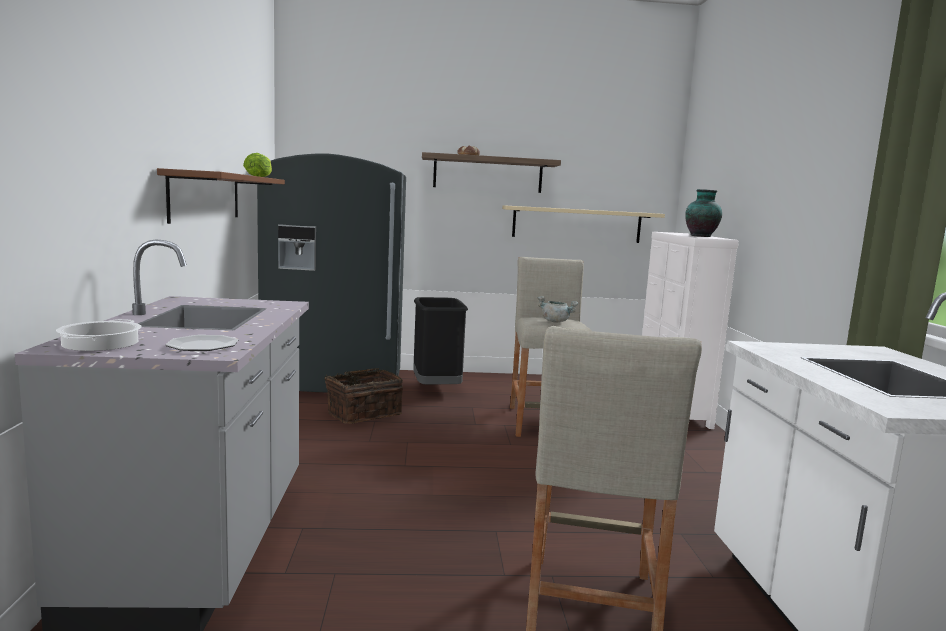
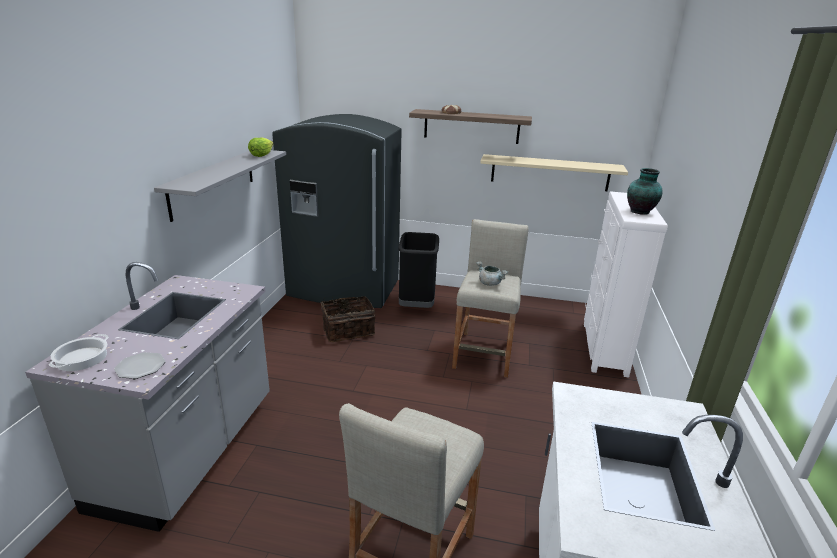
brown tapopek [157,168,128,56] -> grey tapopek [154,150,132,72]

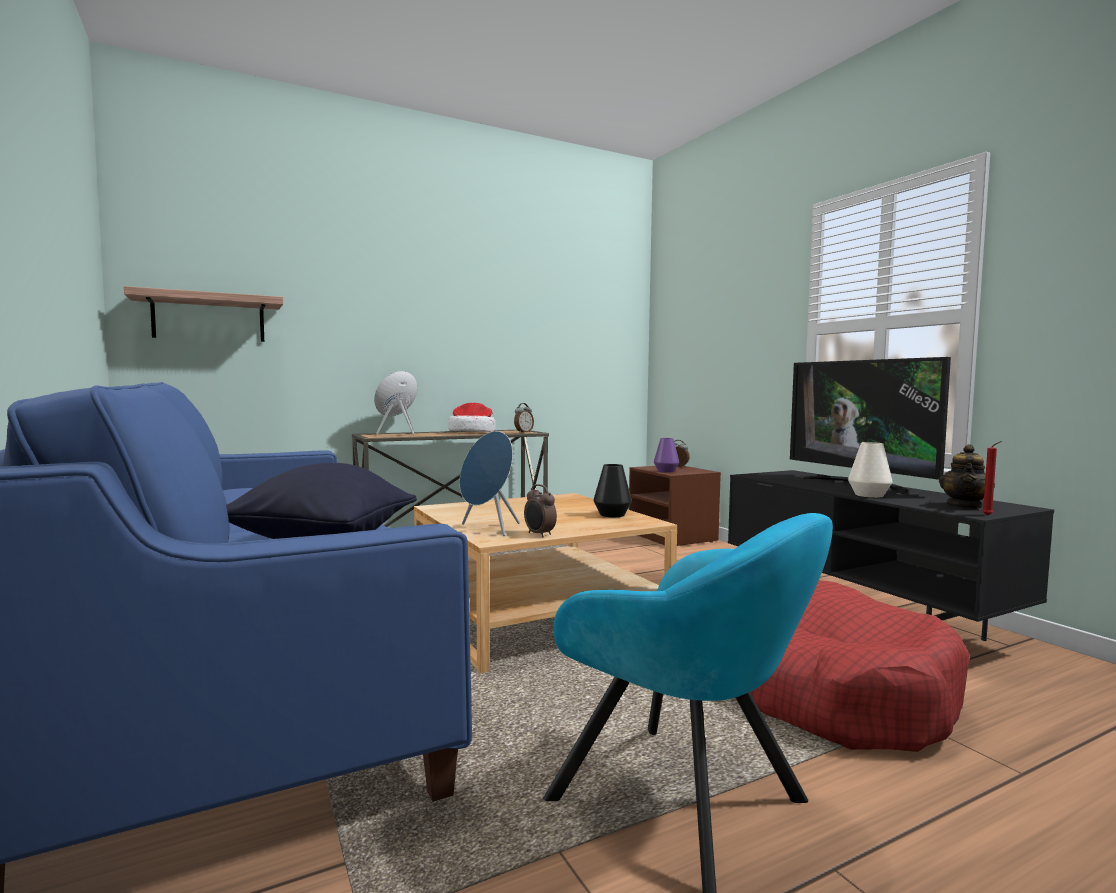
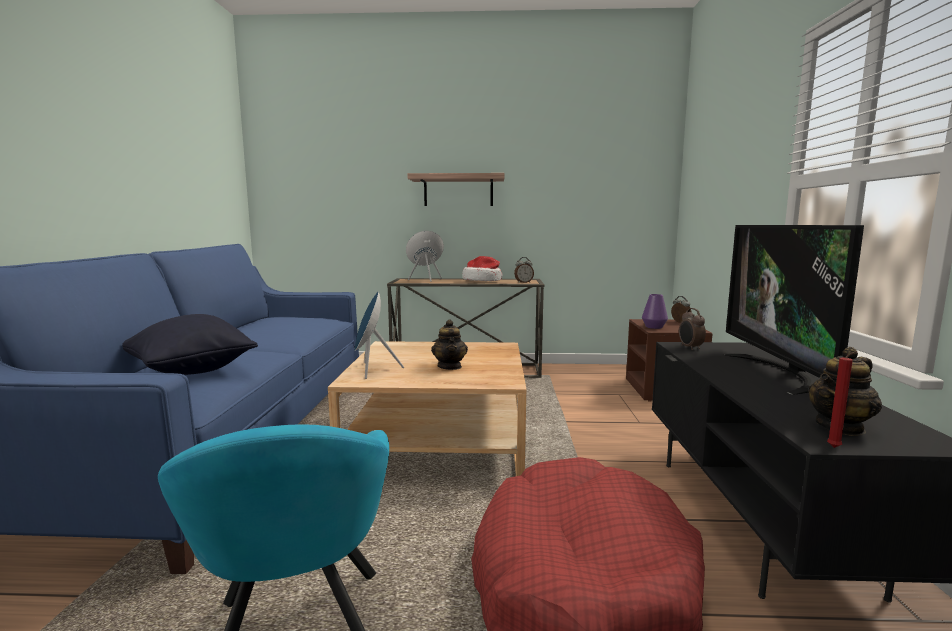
tapopek [124,286,159,56] -> tapopek [407,173,98,33], move
none -> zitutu [431,319,37,51]
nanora [524,484,33,53] -> nanora [679,308,27,42], move
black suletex [593,464,39,53] -> none
white suletex [848,442,45,56] -> none

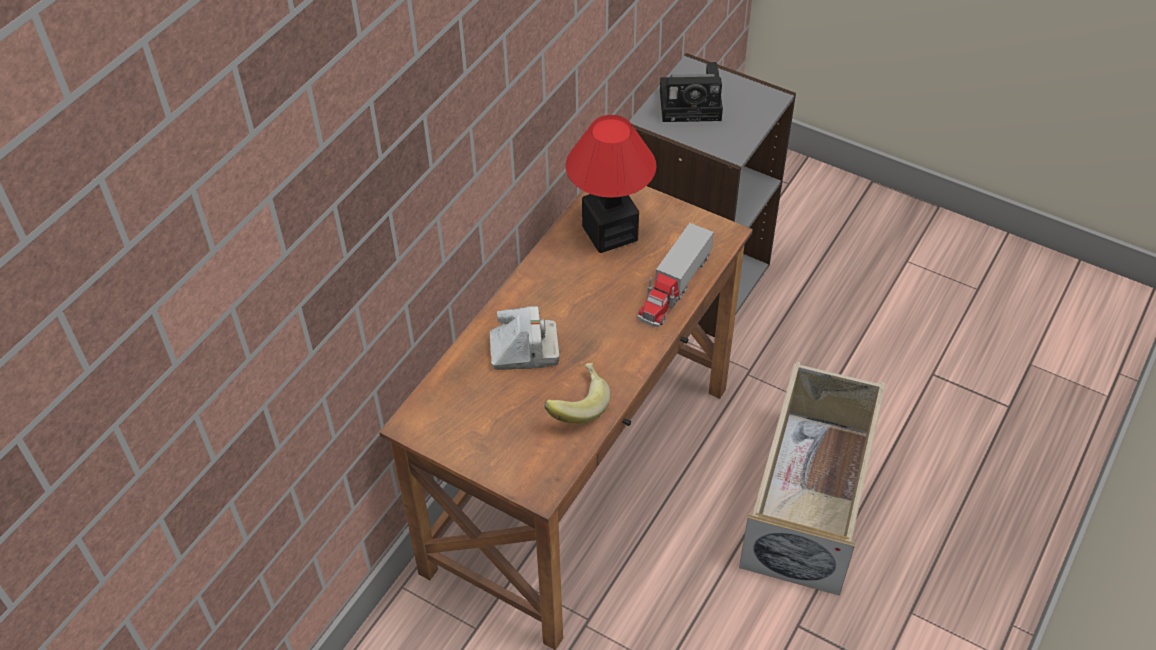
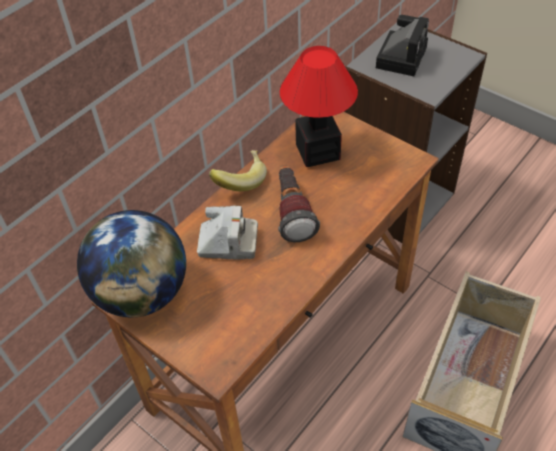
none -> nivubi [77,210,109,107]
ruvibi [544,363,67,61] -> ruvibi [209,150,58,41], move
none -> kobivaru [278,165,42,77]
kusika [660,62,63,60] -> kusika [376,15,53,61], 75 degrees counterclockwise
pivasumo [638,223,76,104] -> none

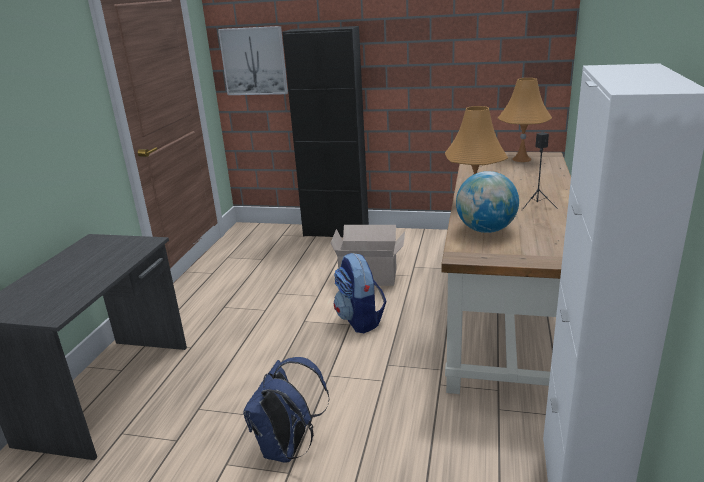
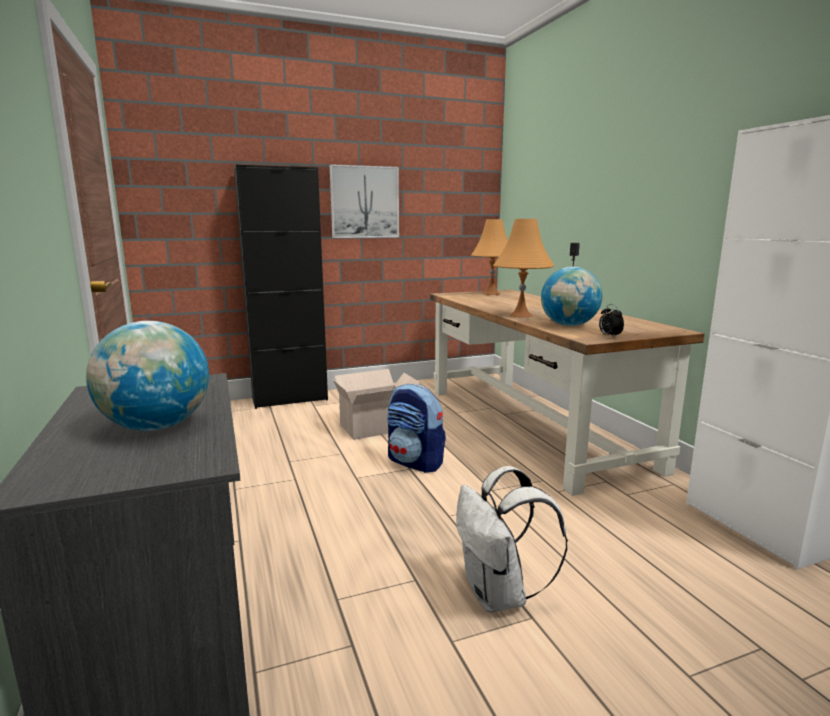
none -> nivubi [86,321,123,110]
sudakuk [218,26,70,69] -> sudakuk [330,164,69,74], move
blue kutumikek [243,357,87,106] -> white kutumikek [456,466,112,147]
none -> nanora [599,304,25,33]

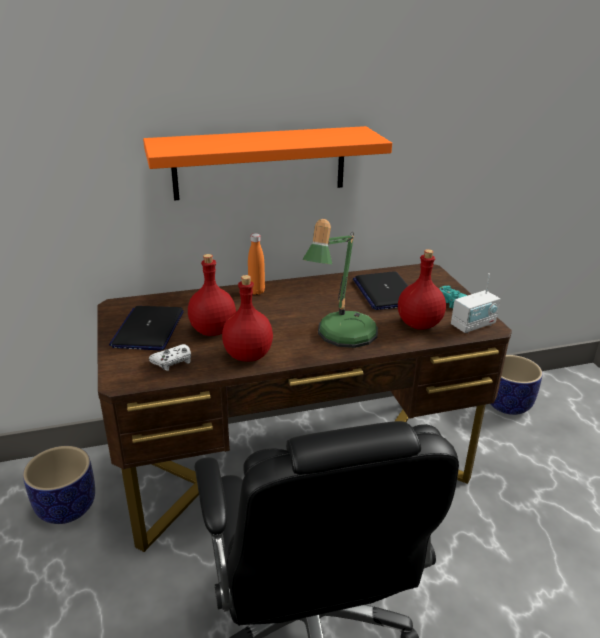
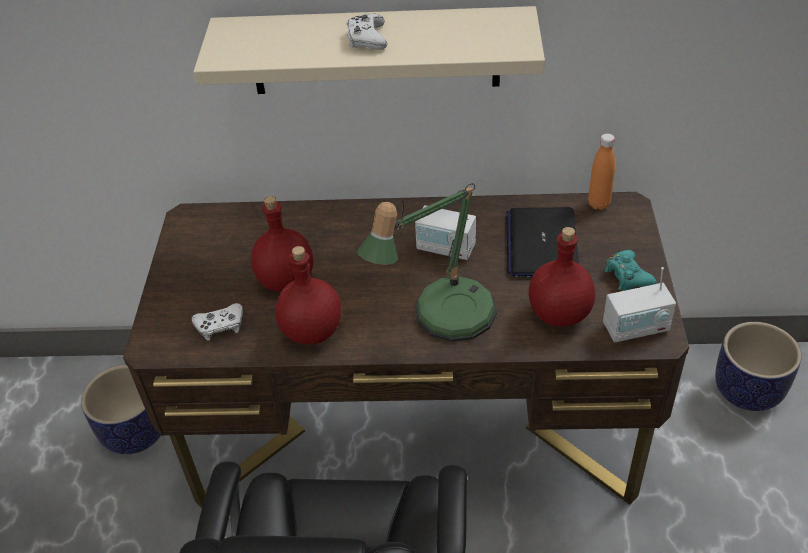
orange tapopek [143,126,249,75] -> beige tapopek [193,6,352,88]
none -> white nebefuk [346,14,41,36]
none -> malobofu [415,199,61,61]
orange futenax [248,233,17,62] -> orange futenax [588,133,27,77], move
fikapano [109,306,75,44] -> none

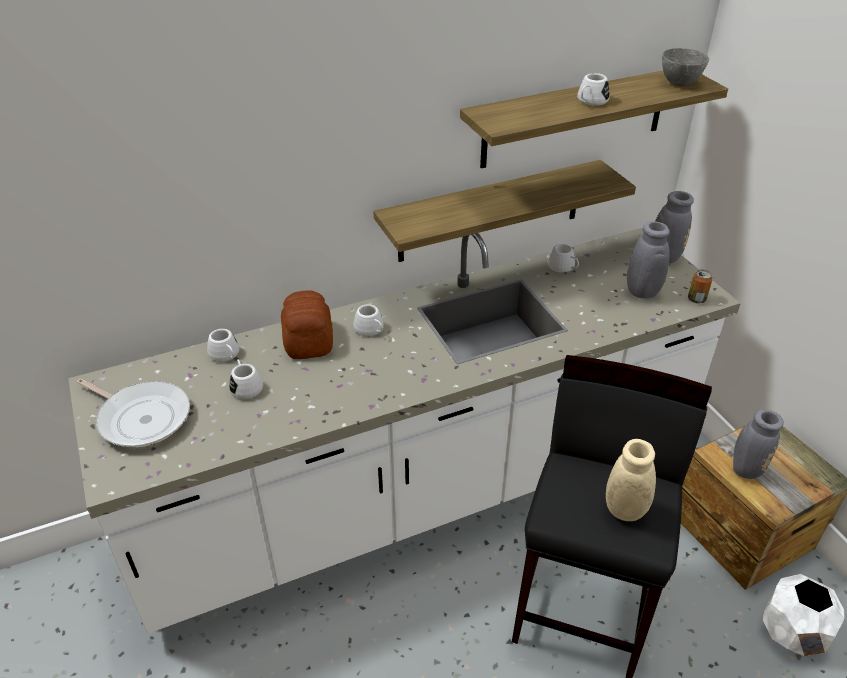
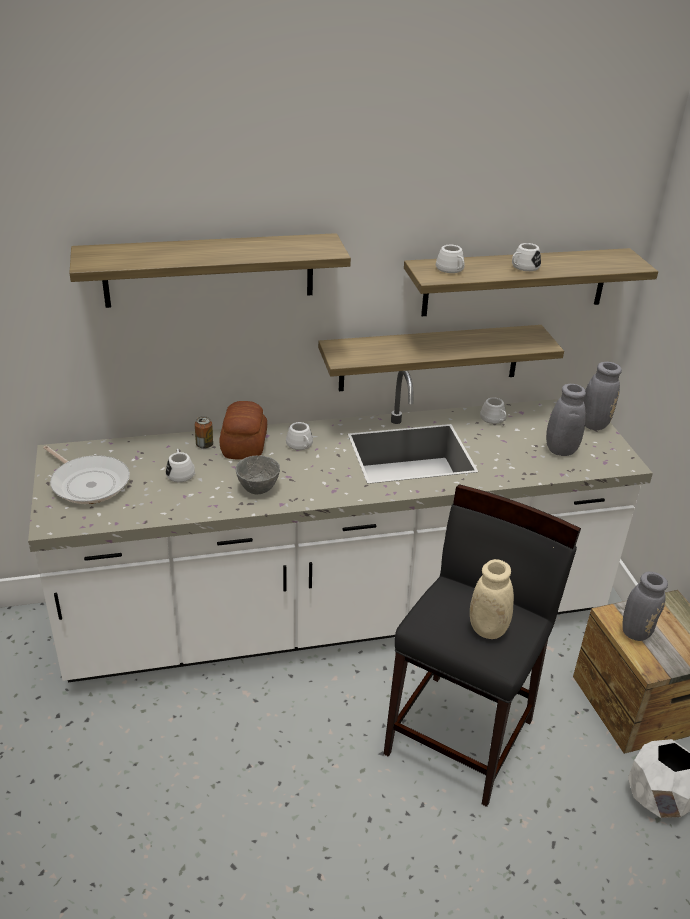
none -> tapopek [69,233,282,75]
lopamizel [688,269,25,35] -> lopamizel [195,416,18,33], move
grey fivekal [662,48,47,38] -> grey fivekal [236,455,44,39], move
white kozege [207,329,32,33] -> white kozege [436,245,29,28], move

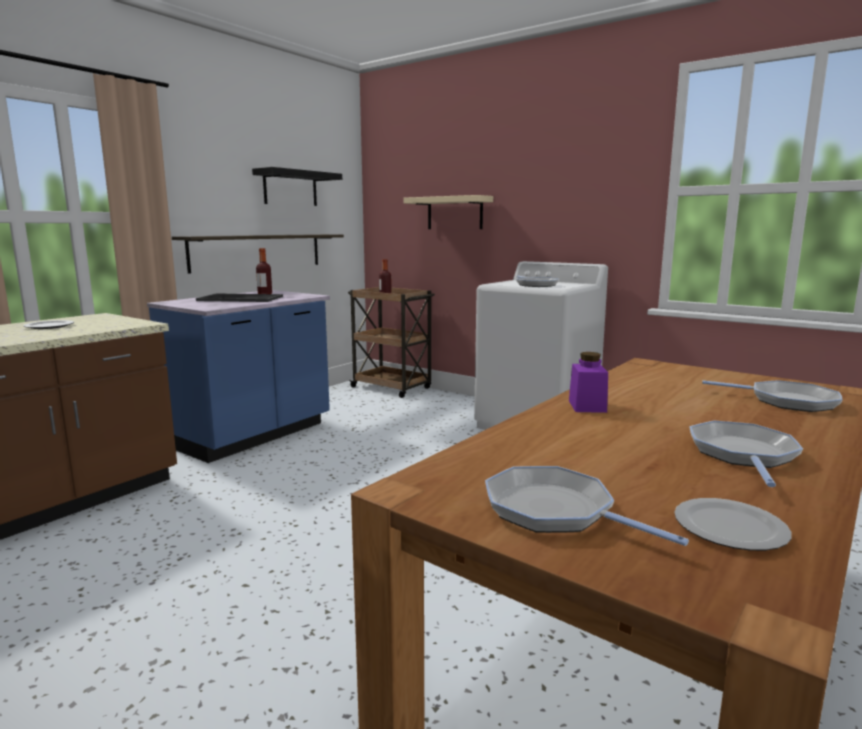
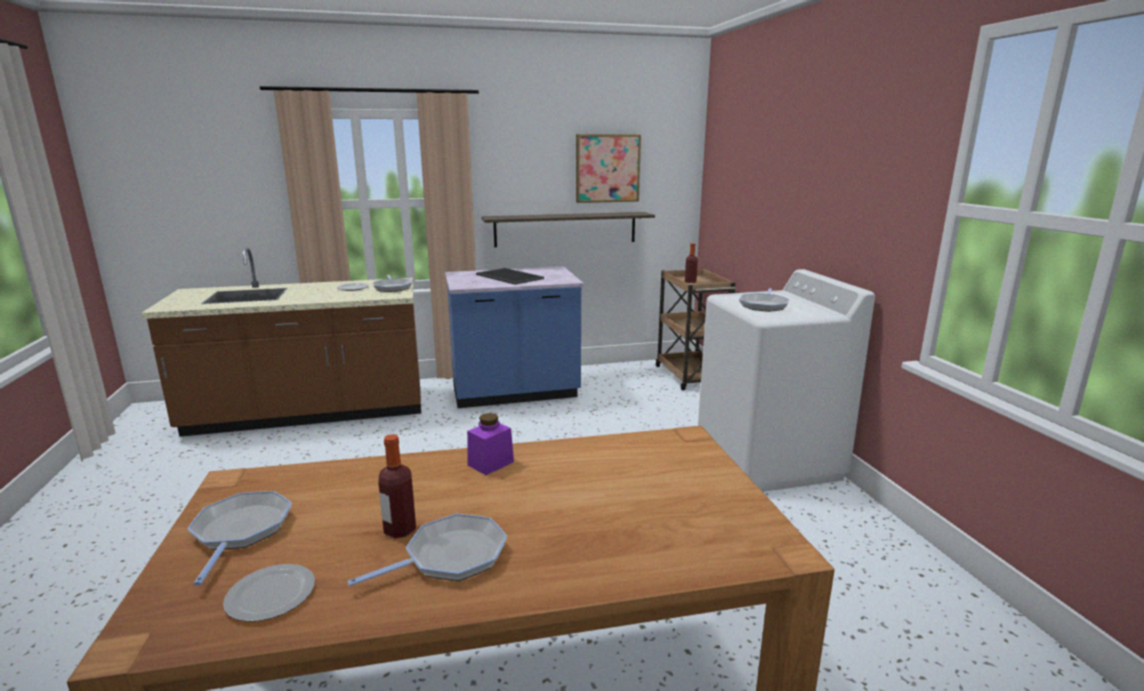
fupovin [702,380,141,32] -> fupovin [373,275,39,17], move
futenax [256,248,16,46] -> futenax [378,434,38,104], move
black tapopek [252,167,90,39] -> sudakuk [576,134,65,69]
beige tapopek [403,195,90,34] -> none

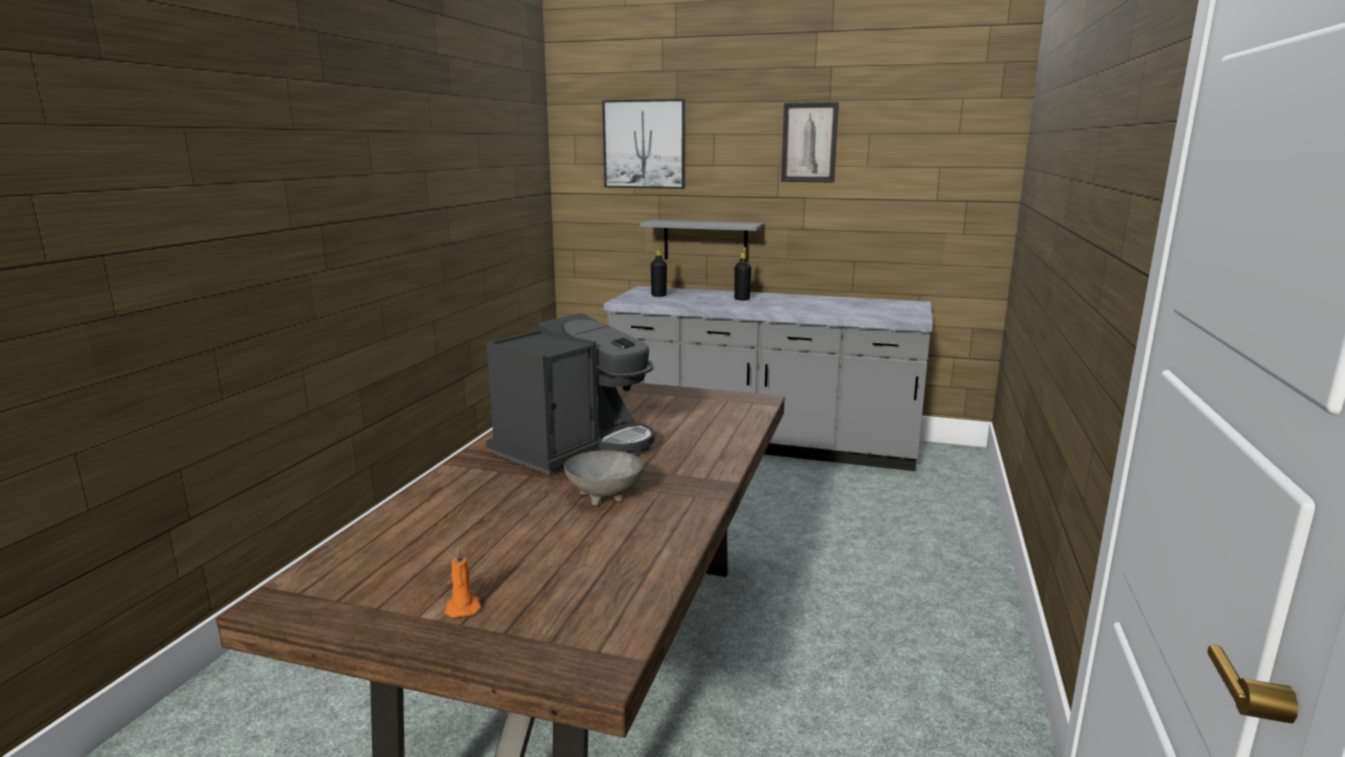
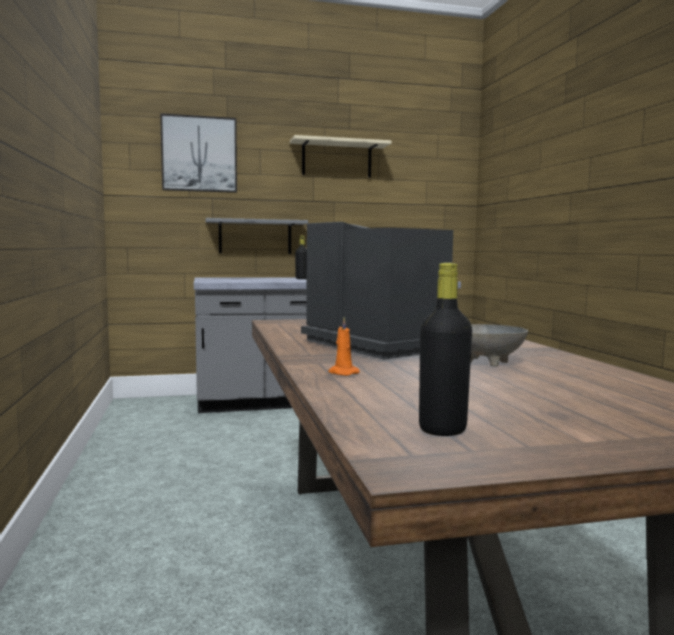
sudakuk [781,102,58,81] -> beige tapopek [290,135,102,42]
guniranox [486,313,169,162] -> guniranox [301,222,152,138], 45 degrees counterclockwise
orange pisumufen [445,548,36,70] -> orange pisumufen [328,317,32,59], move
black futenax [651,245,16,52] -> black futenax [419,263,53,173], move

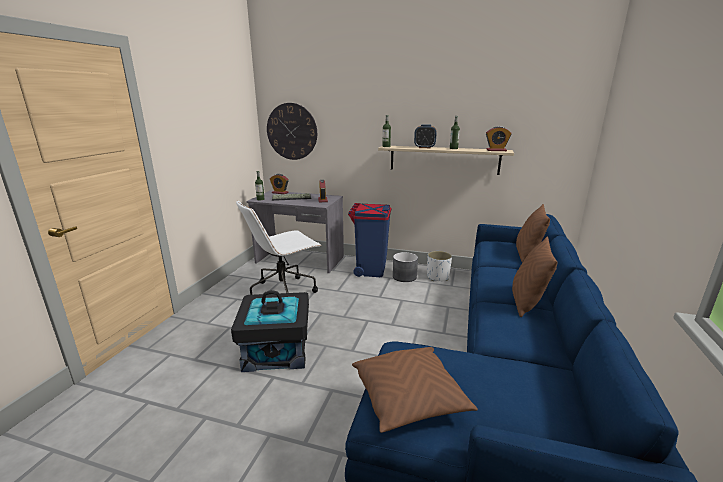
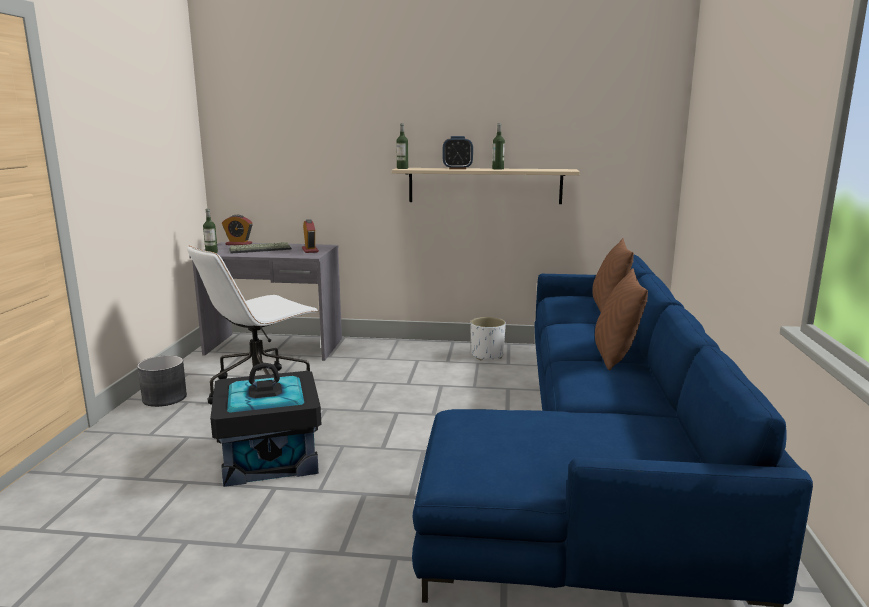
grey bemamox [393,252,25,30] -> grey bemamox [137,355,50,52], move
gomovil [267,103,50,57] -> none
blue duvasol [348,203,43,74] -> none
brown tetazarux [352,347,126,86] -> none
nanora [486,126,26,25] -> none

